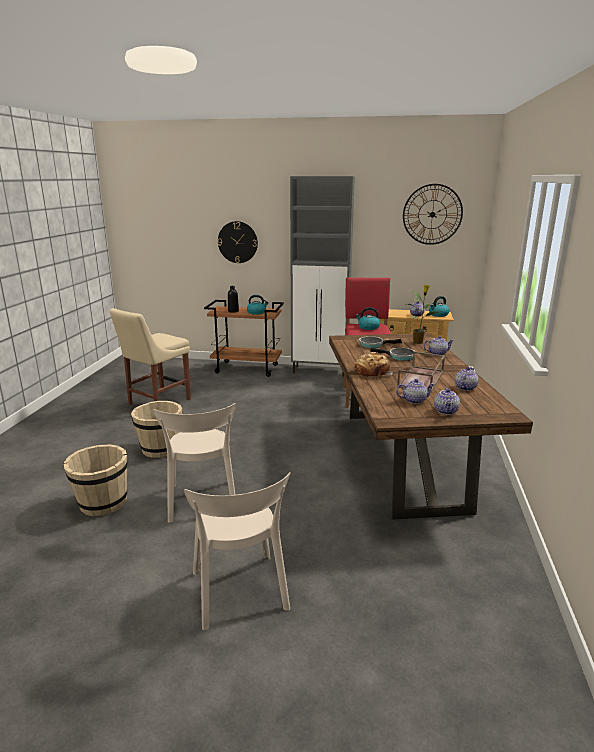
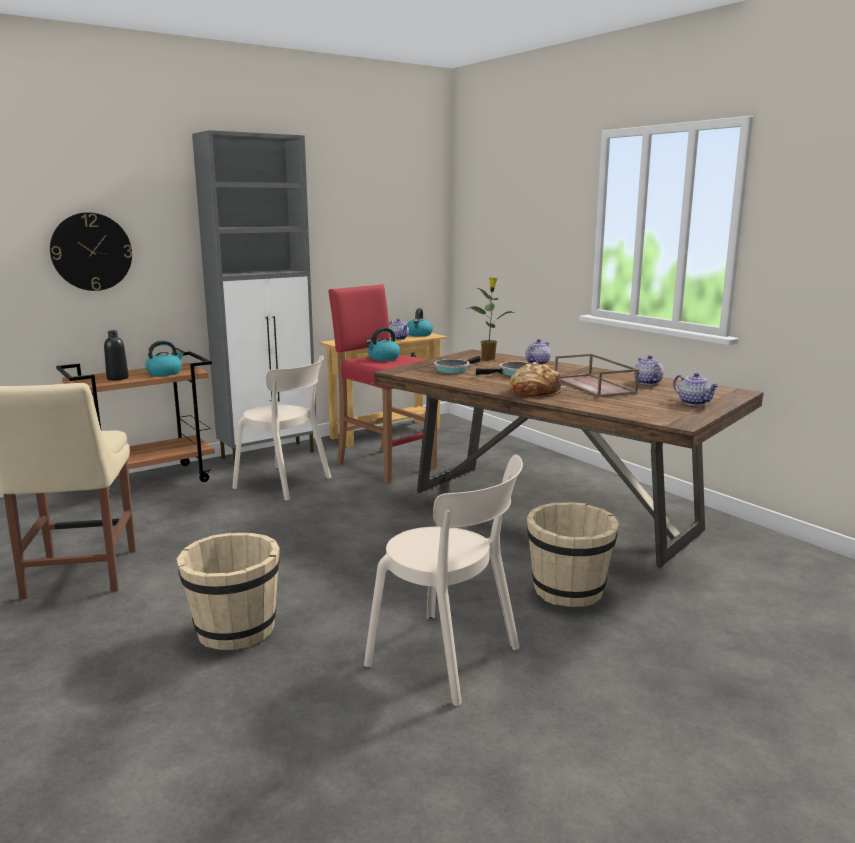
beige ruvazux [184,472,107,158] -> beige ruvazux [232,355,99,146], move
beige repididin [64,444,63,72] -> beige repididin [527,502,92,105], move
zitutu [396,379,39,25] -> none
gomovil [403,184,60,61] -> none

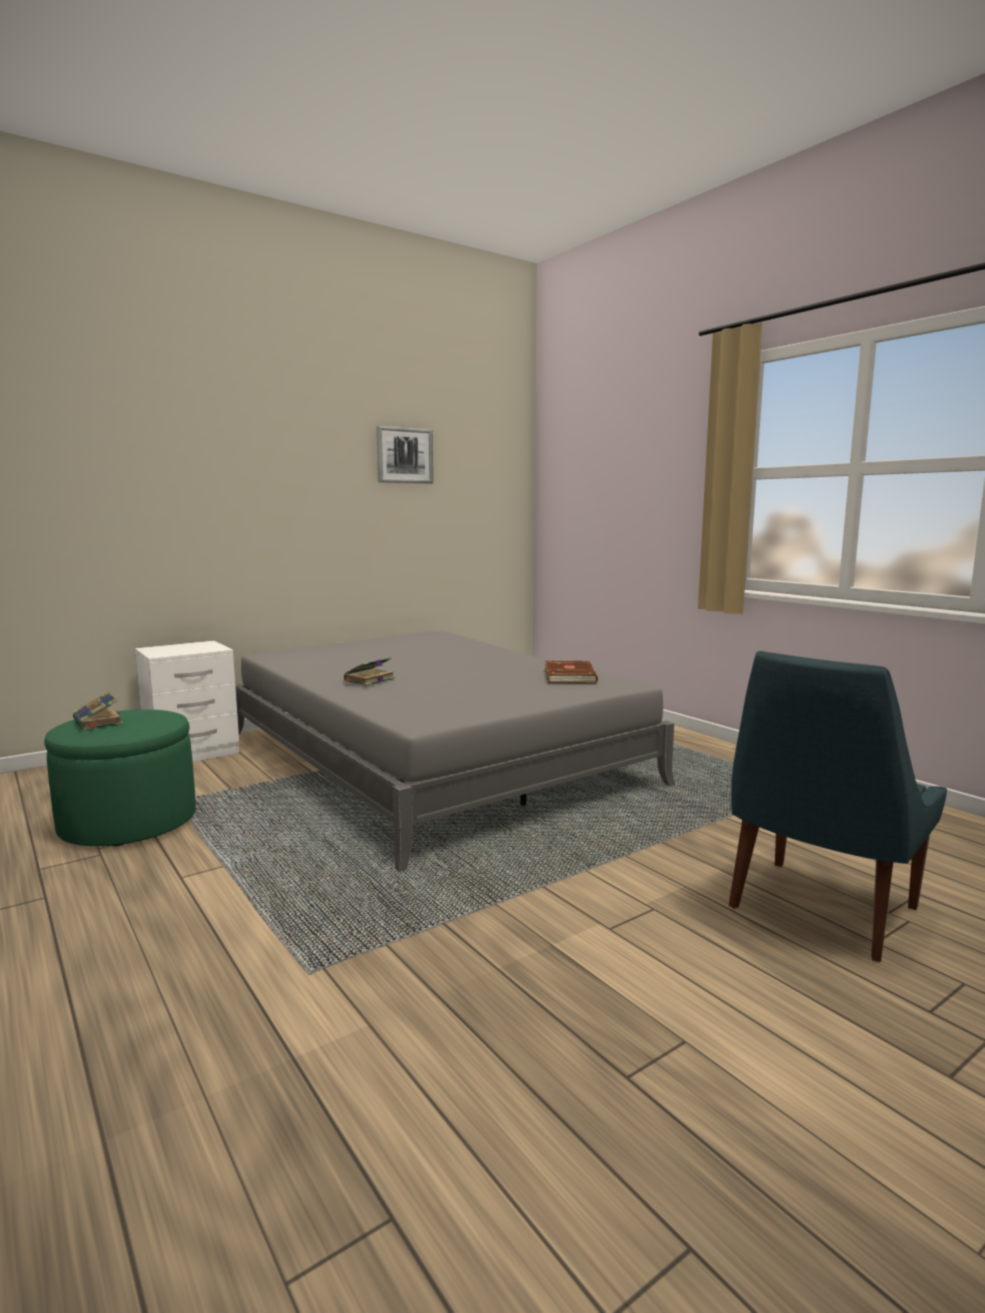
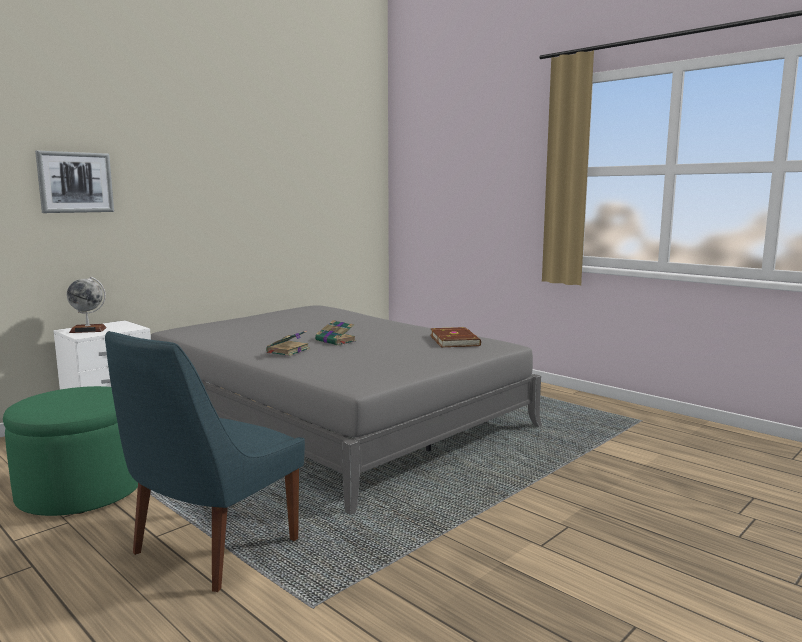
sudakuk [376,426,57,57] -> sudakuk [35,151,79,62], move
none -> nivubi [67,277,40,56]
blue ruvazux [729,651,218,311] -> blue ruvazux [105,331,200,261], move
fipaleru [73,692,50,38] -> fipaleru [315,320,41,25], move

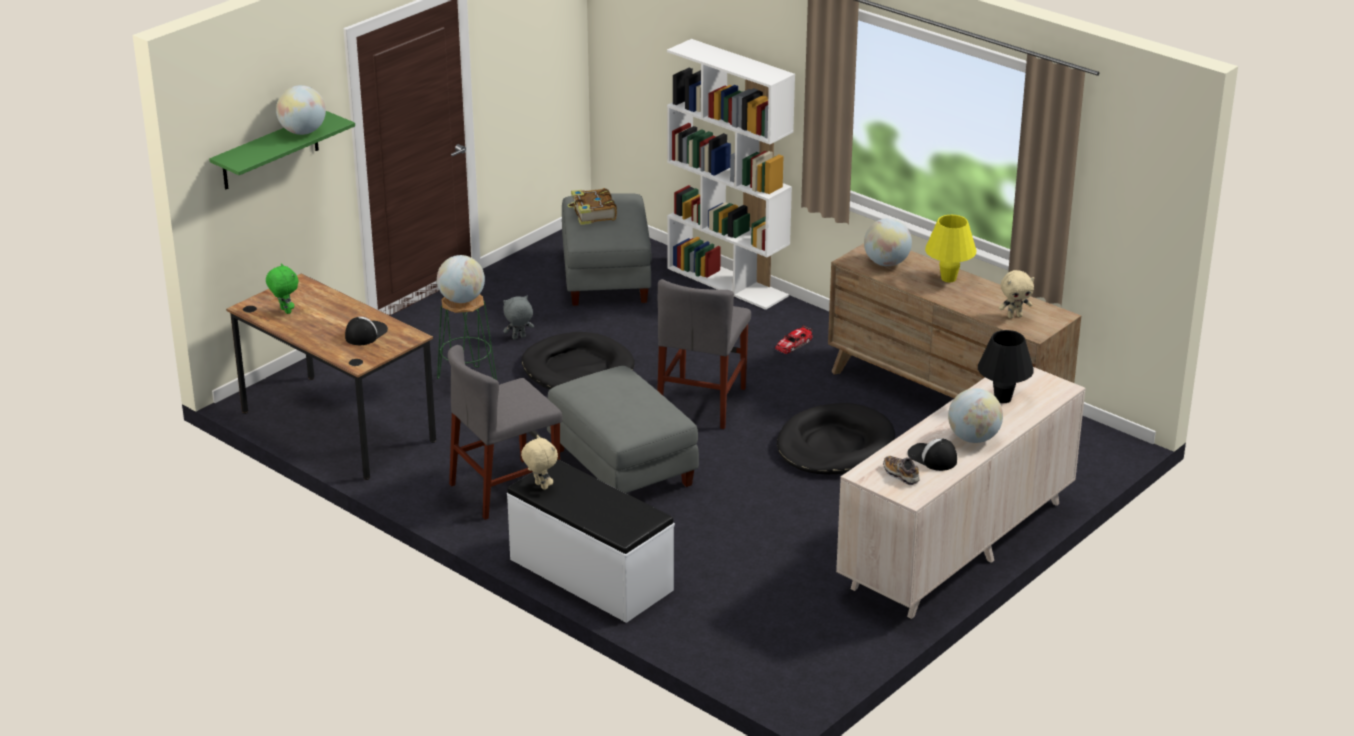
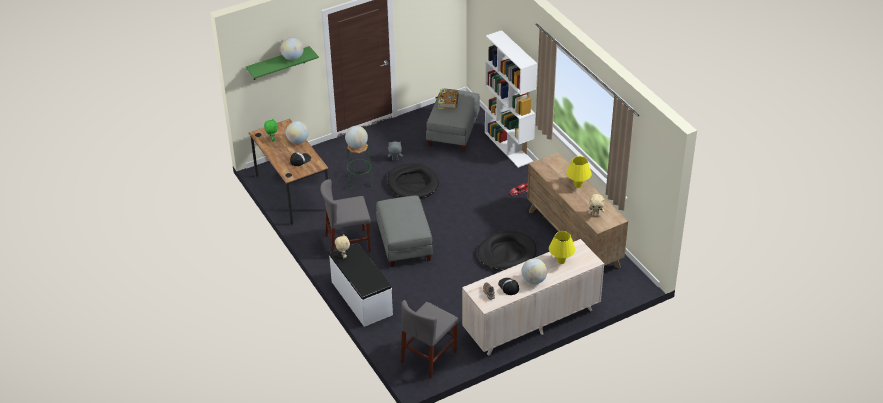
nivubi [864,218,48,48] -> nivubi [286,121,23,23], move
grey ruvazux [657,279,94,150] -> grey ruvazux [401,300,58,78], move
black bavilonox [978,330,56,73] -> yellow bavilonox [549,231,27,33]

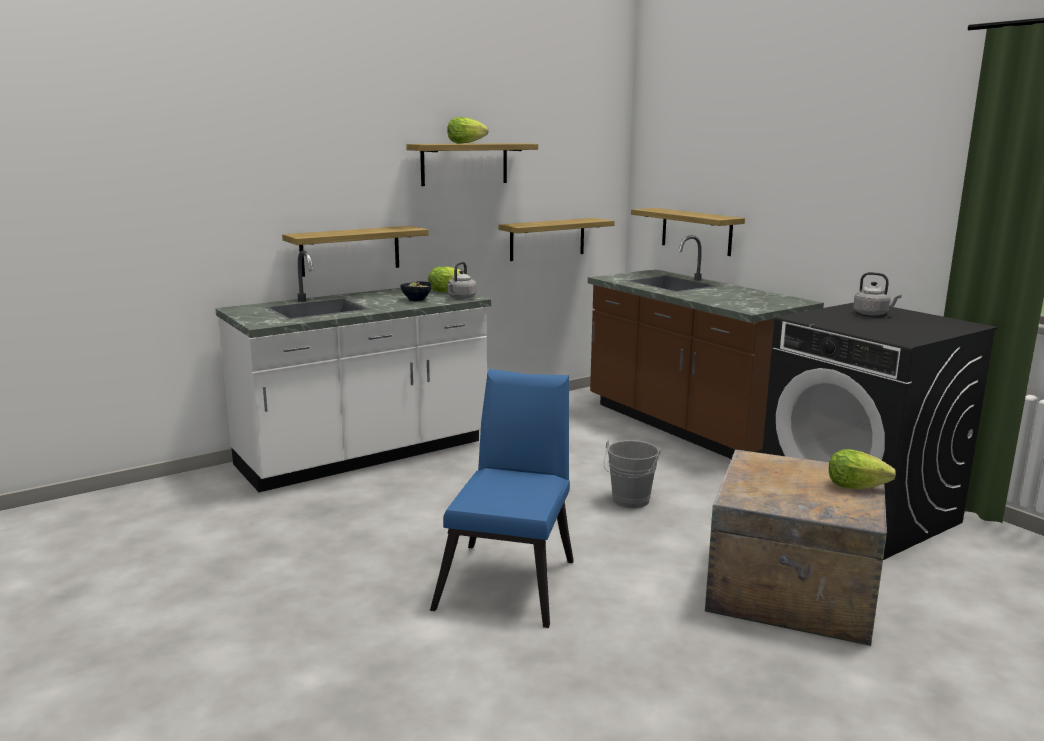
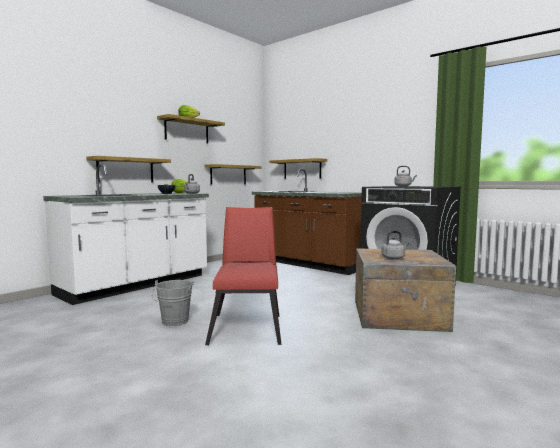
grey repididin [604,440,58,69] -> grey repididin [152,280,41,46], move
blue ruvazux [430,369,144,259] -> red ruvazux [205,207,76,138]
none -> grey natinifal [381,231,28,28]
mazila [829,449,67,40] -> none

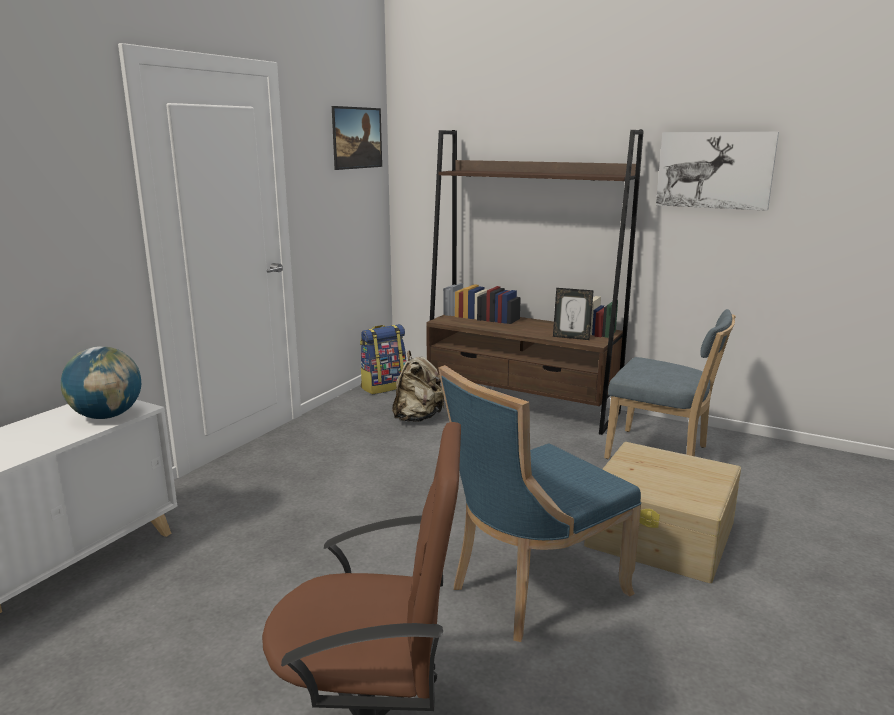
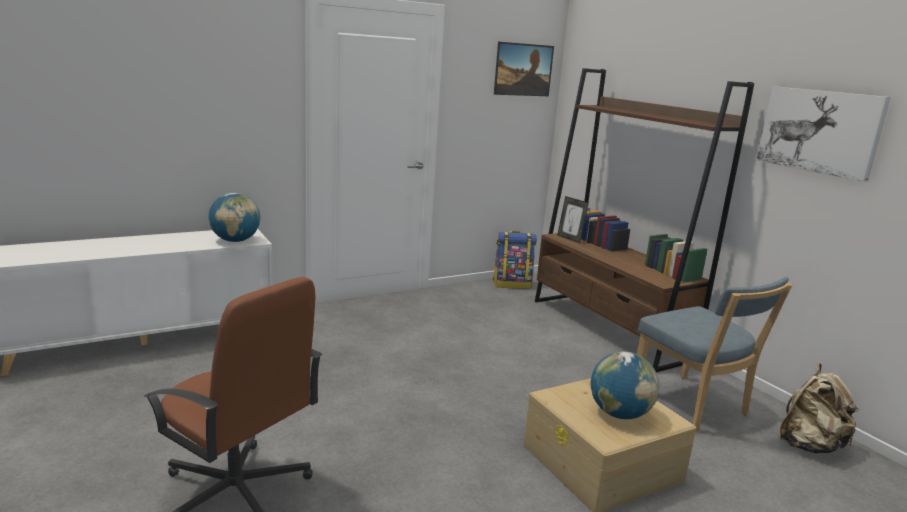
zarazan [553,288,41,52] -> zarazan [557,196,32,47], move
none -> nivubi [590,351,69,68]
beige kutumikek [392,351,53,71] -> beige kutumikek [780,363,78,90], move
blue ruvazux [438,365,203,277] -> none

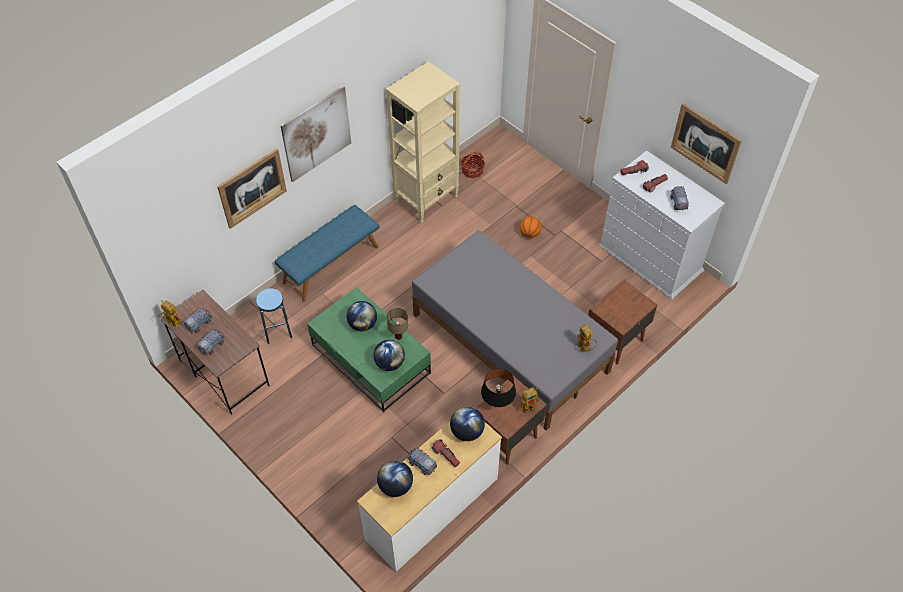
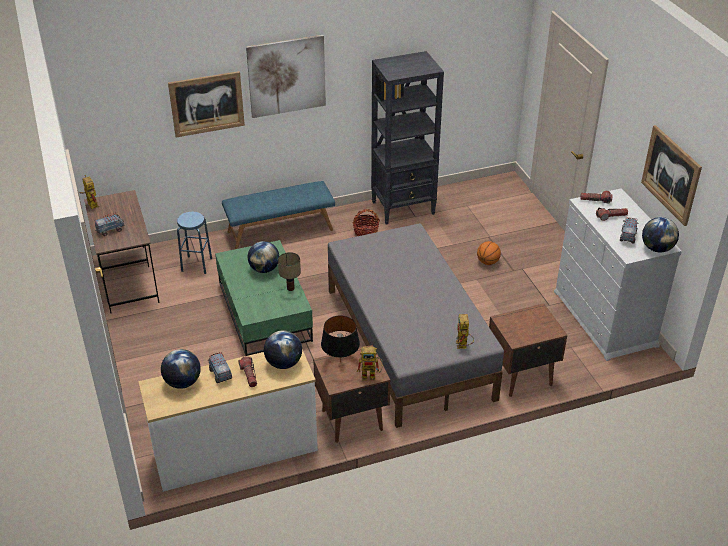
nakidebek [461,152,24,26] -> nakidebek [352,209,28,27], move
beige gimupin [386,61,74,163] -> black gimupin [371,51,73,173]
nivubi [373,340,32,31] -> nivubi [642,217,37,35], move
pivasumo [184,307,28,26] -> none

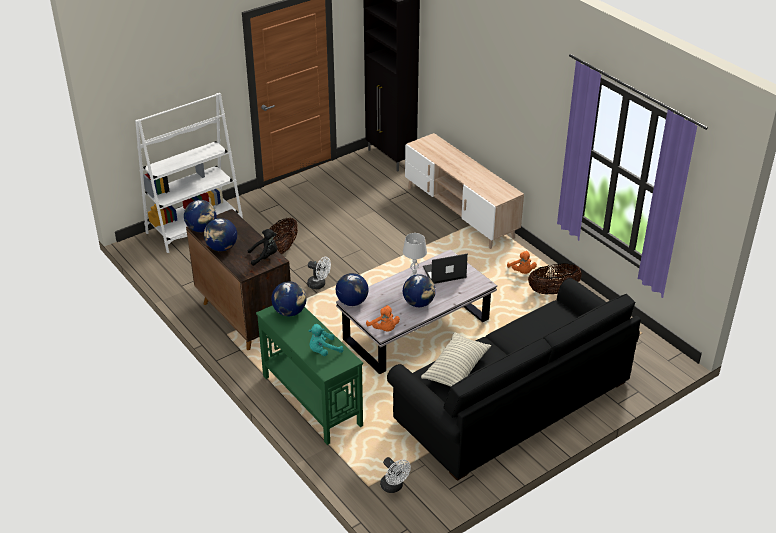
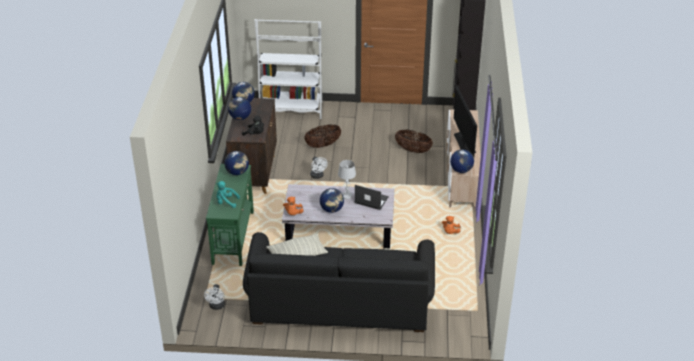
nakidebek [528,263,54,32] -> nakidebek [395,129,38,24], move
nivubi [336,273,33,33] -> nivubi [450,149,24,24], move
none -> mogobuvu [454,85,23,72]

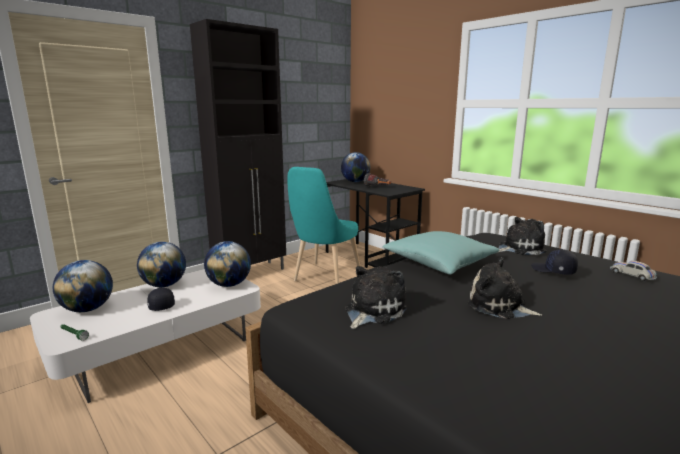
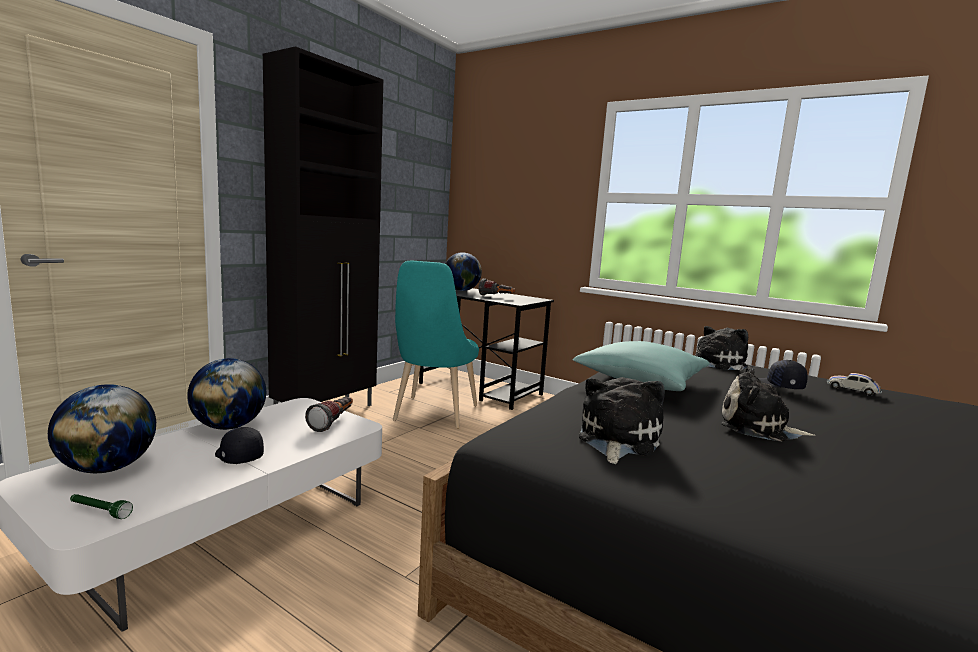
nivubi [204,241,47,46] -> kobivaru [305,397,48,35]

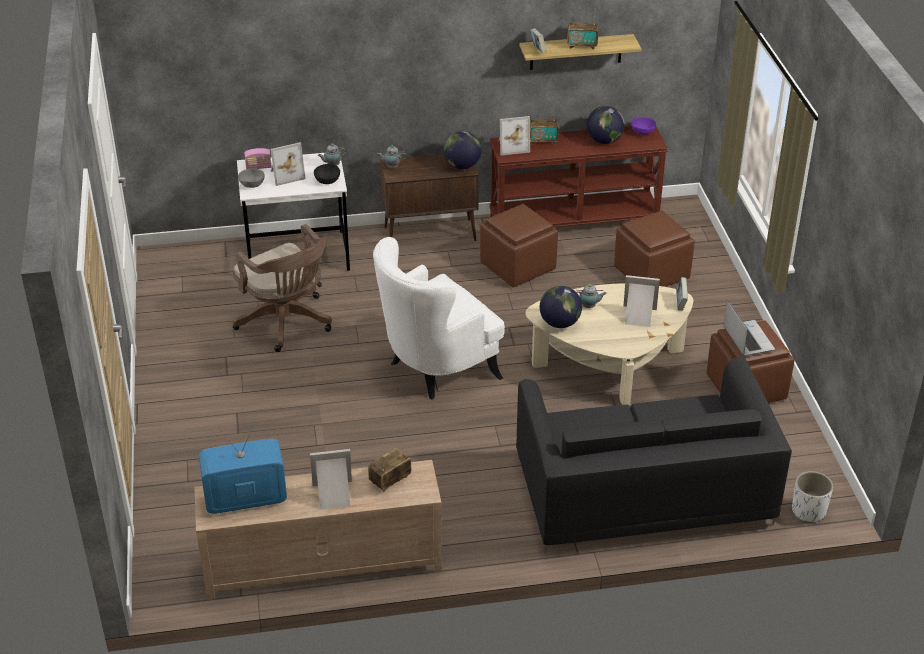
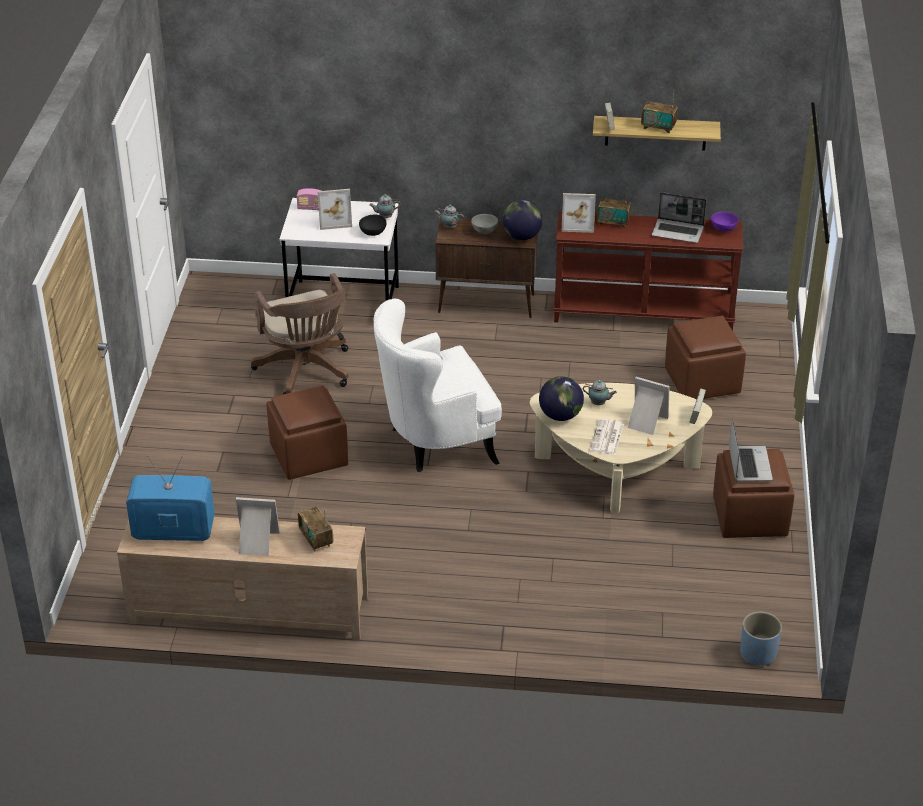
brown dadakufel [480,204,78,84] -> brown dadakufel [266,385,82,95], move
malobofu [368,448,43,44] -> malobofu [298,506,35,46], 90 degrees counterclockwise
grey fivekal [238,169,27,19] -> grey fivekal [471,214,27,20], move
none -> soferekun [590,418,34,37]
nivubi [587,106,38,38] -> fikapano [652,192,55,51]
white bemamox [792,471,41,51] -> blue bemamox [740,612,42,54]
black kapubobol [516,356,276,197] -> none

